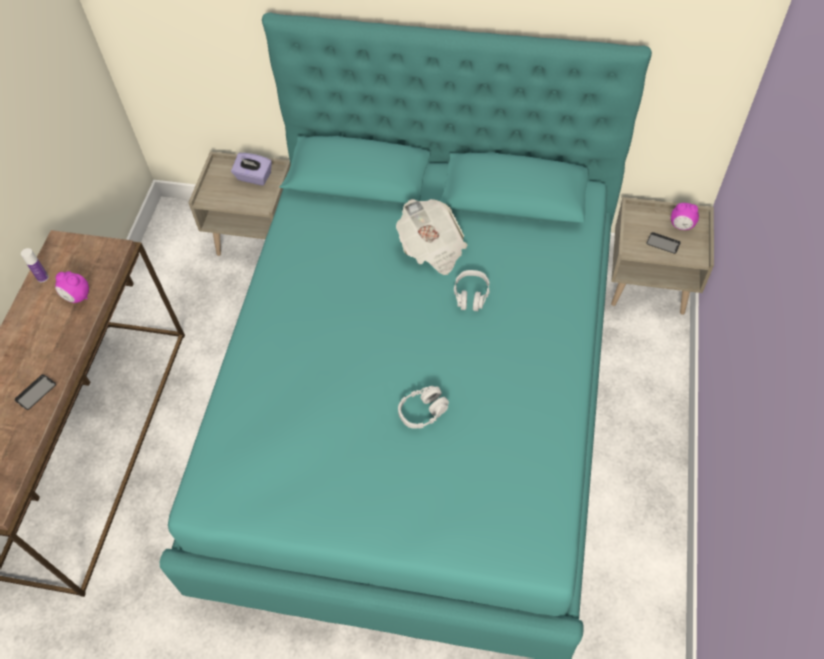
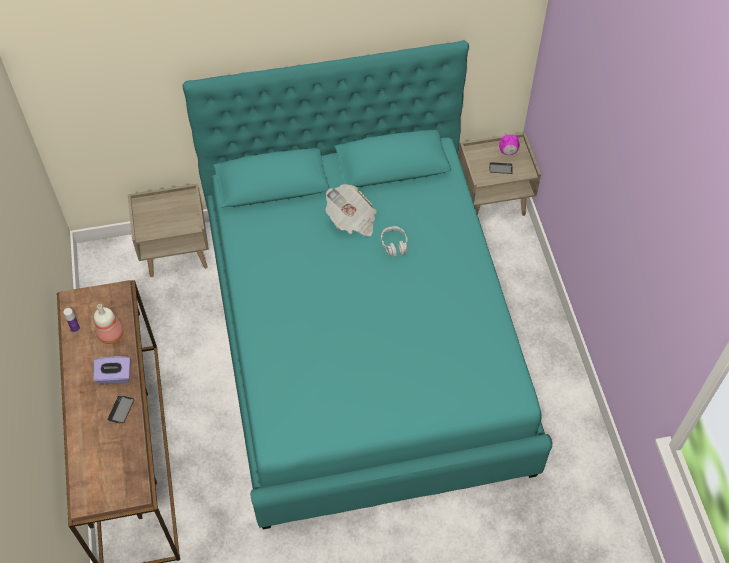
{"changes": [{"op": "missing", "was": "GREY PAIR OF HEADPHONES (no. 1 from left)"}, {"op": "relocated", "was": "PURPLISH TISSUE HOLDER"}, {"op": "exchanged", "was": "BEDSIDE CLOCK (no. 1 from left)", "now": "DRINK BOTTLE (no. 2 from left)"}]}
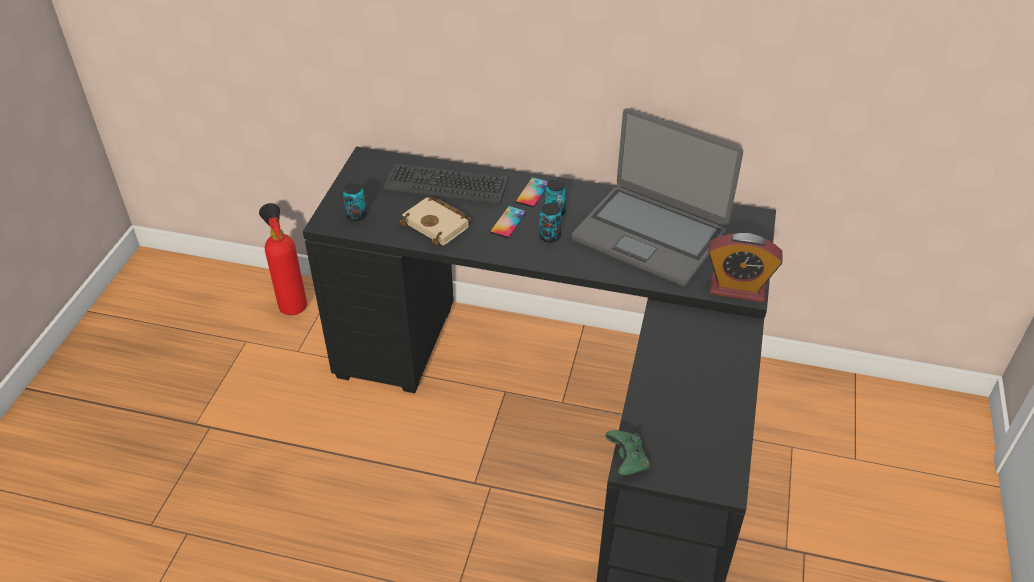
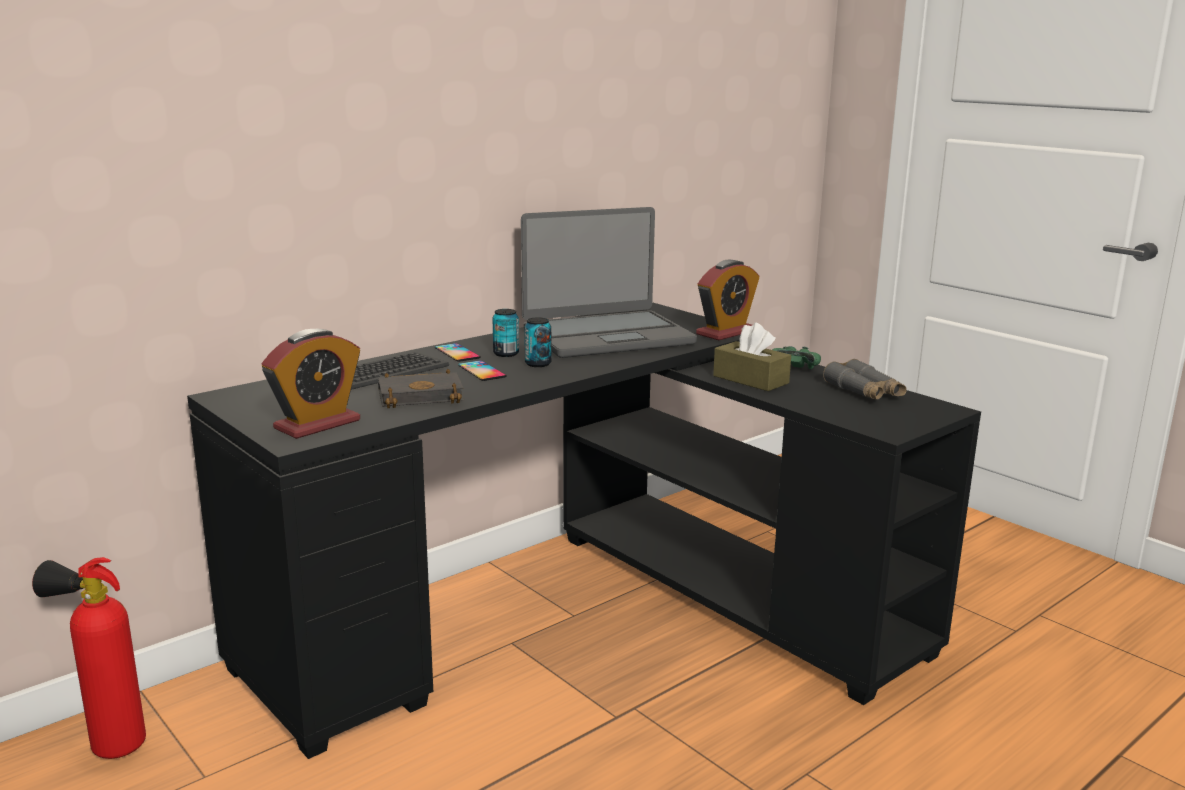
{"changes": [{"op": "appeared", "now": "BROWN-COLOURED TISSUE HOLDER"}, {"op": "appeared", "now": "GREY FIELD GLASSES"}, {"op": "relocated", "was": "GREENISH GAMEPAD"}, {"op": "exchanged", "was": "SEALED CAN (no. 1 from left)", "now": "BEDSIDE CLOCK (no. 1 from left)"}, {"op": "colour", "was": "SAND-COLOURED BOOK", "now": "BLACK-COLOURED BOOK"}]}
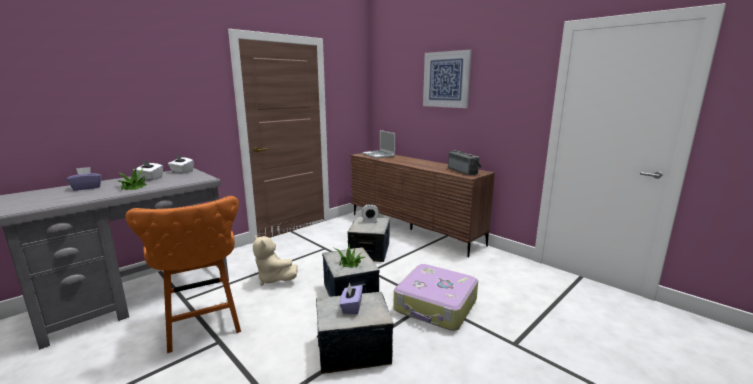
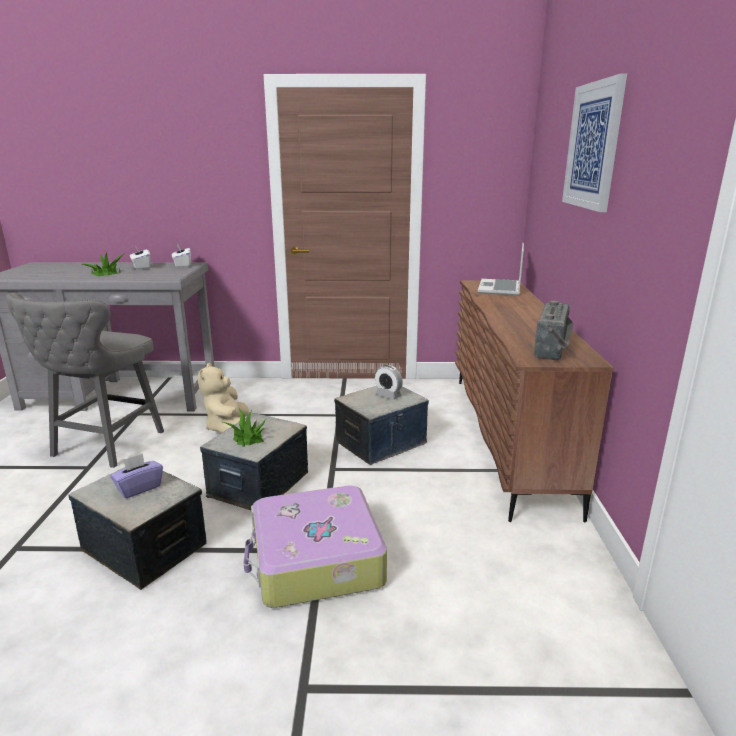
{"changes": [{"op": "missing", "was": "PURPLISH TISSUE HOLDER (no. 1 from left)"}, {"op": "colour", "was": "ORANGE SITTING STOOL", "now": "GREY SITTING STOOL"}]}
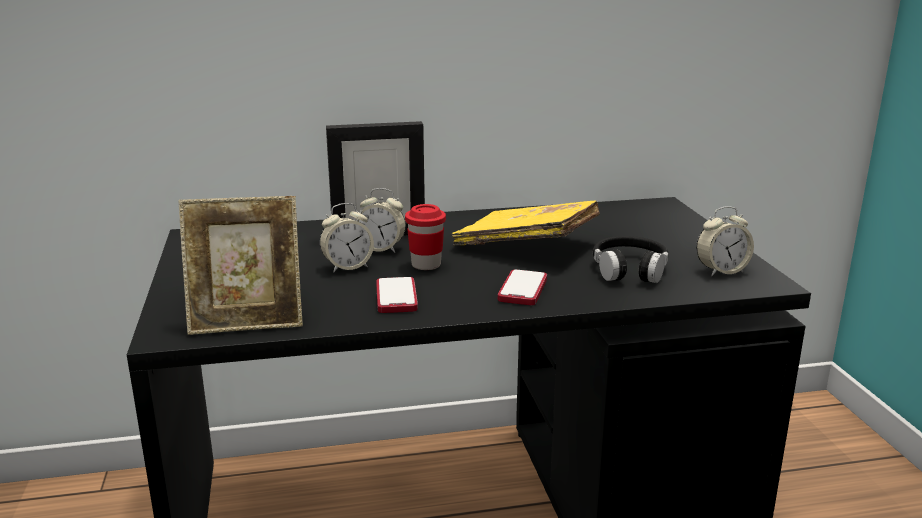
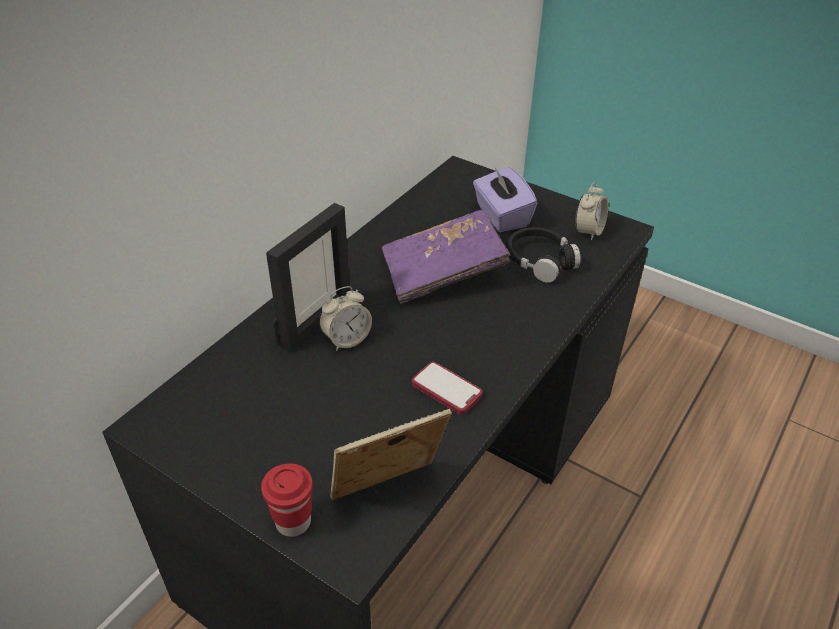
{"changes": [{"op": "missing", "was": "BEDSIDE CLOCK (no. 1 from left)"}, {"op": "missing", "was": "TELEPHONE (no. 2 from left)"}, {"op": "appeared", "now": "PURPLISH TISSUE HOLDER"}, {"op": "relocated", "was": "RED SMALL CUP"}, {"op": "colour", "was": "YELLOW BOOK", "now": "PURPLISH BOOK"}, {"op": "spun", "was": "PHOTO FRAME (no. 1 from left in the first image)", "clockwise": -150}]}
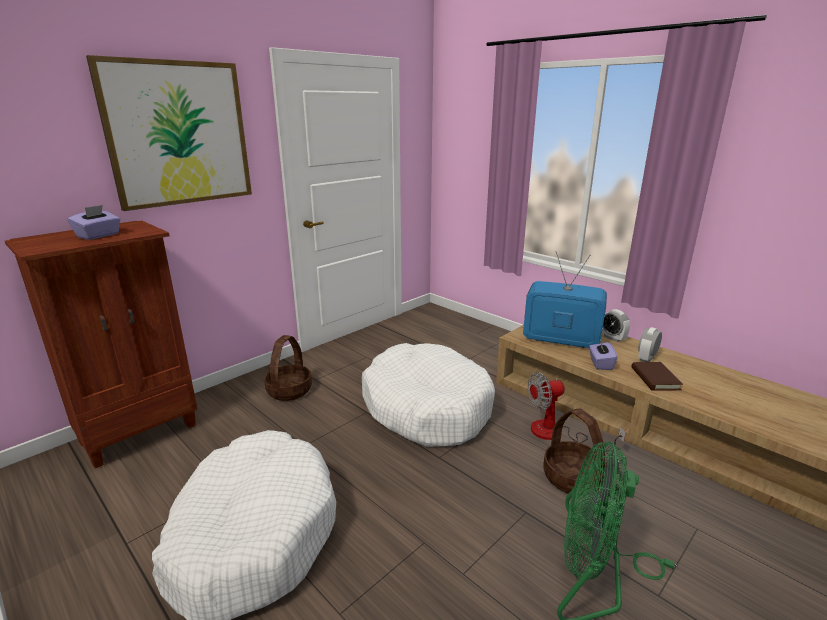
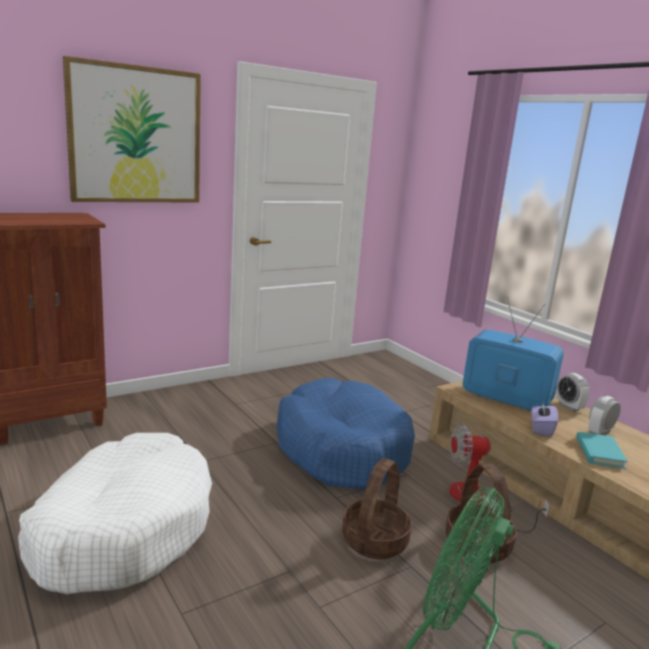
{"changes": [{"op": "missing", "was": "PURPLISH TISSUE HOLDER (no. 1 from left)"}, {"op": "relocated", "was": "HOUSEHOLD BASKET (no. 1 from left)"}, {"op": "colour", "was": "WHITISH DOG CUSHION (no. 2 from left)", "now": "BLUE-COLOURED DOG CUSHION"}, {"op": "colour", "was": "BROWN-COLOURED BOOK", "now": "TURQUOISE BOOK"}]}
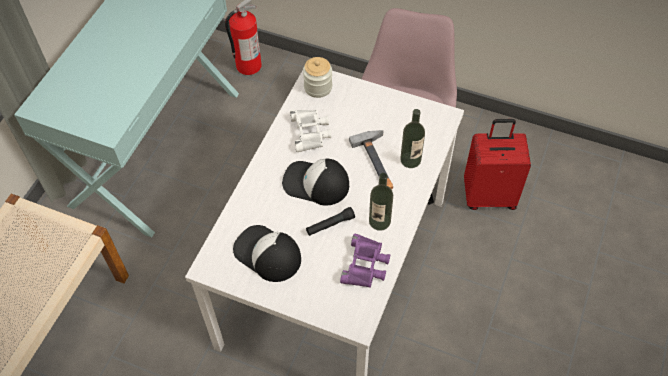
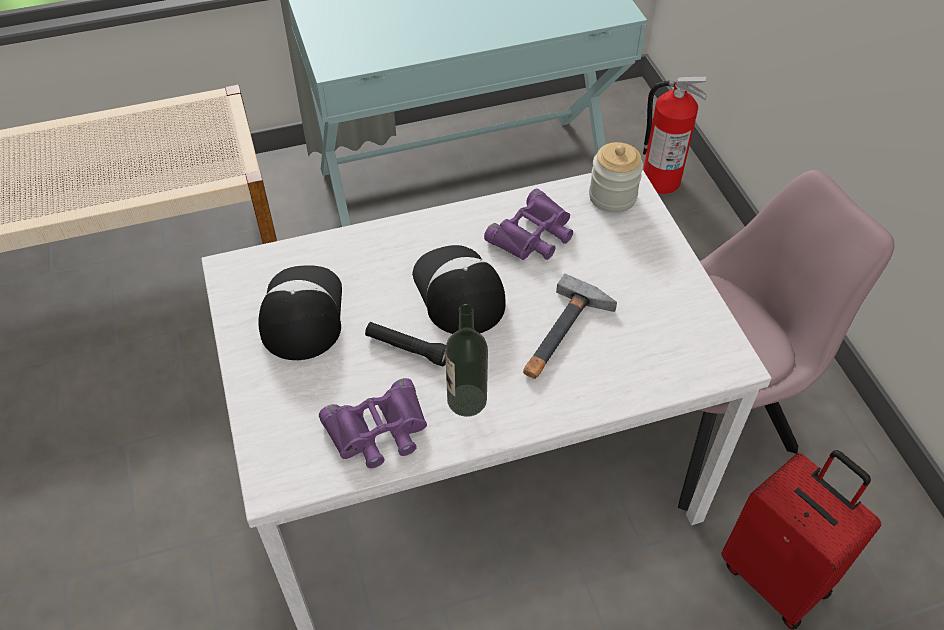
{"changes": [{"op": "missing", "was": "DRINK BOTTLE (no. 2 from left)"}, {"op": "colour", "was": "WHITISH FIELD GLASSES", "now": "PURPLISH FIELD GLASSES (no. 2 from left)"}]}
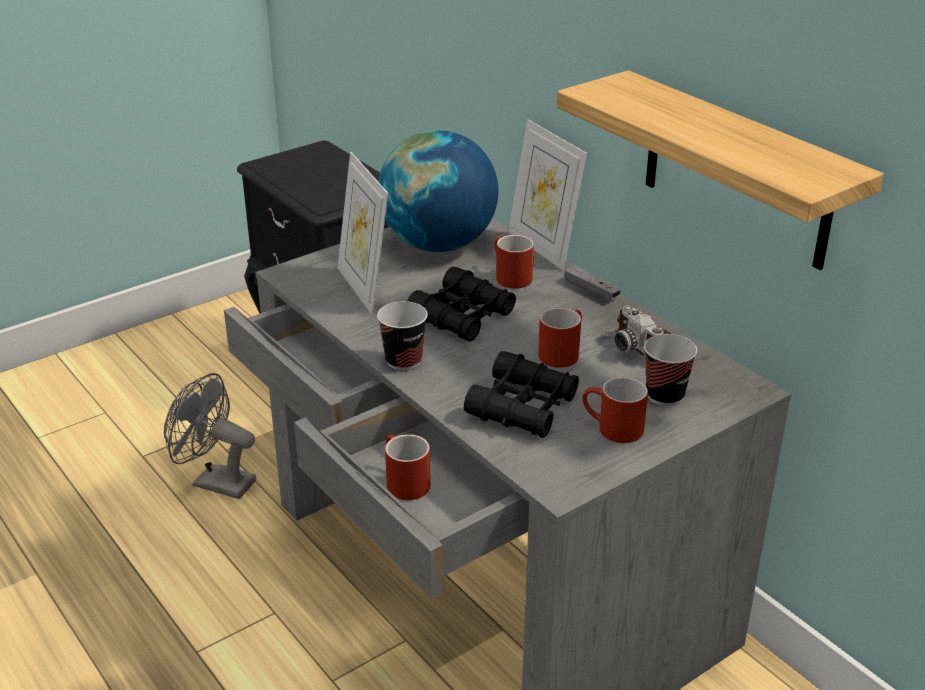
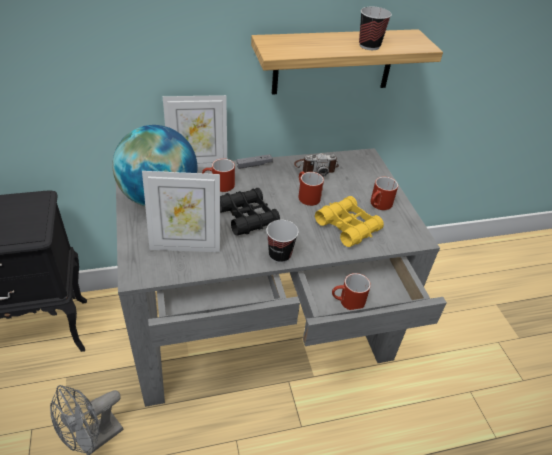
{"changes": [{"op": "relocated", "was": "SMALL CUP (no. 2 from left)"}, {"op": "colour", "was": "BLACK-COLOURED FIELD GLASSES (no. 2 from left)", "now": "YELLOW FIELD GLASSES"}]}
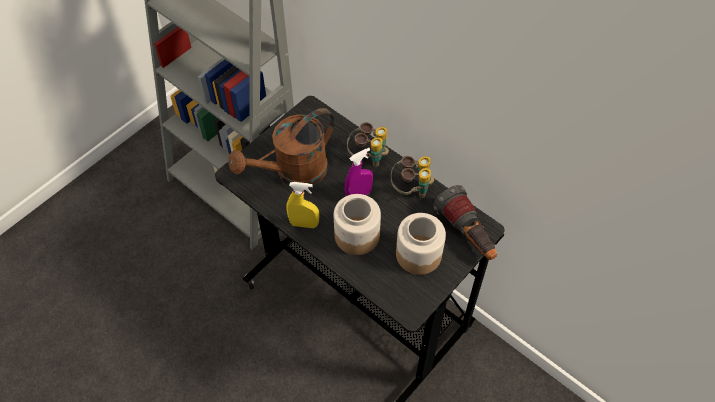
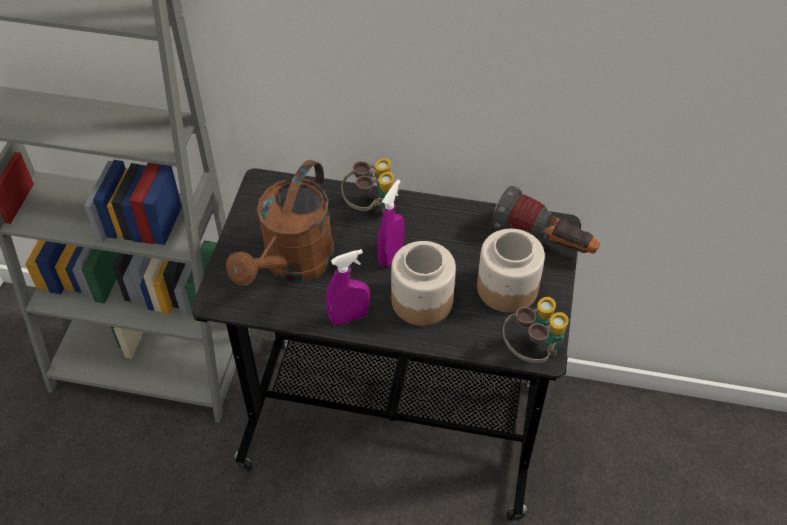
{"changes": [{"op": "relocated", "was": "FIELD GLASSES (no. 2 from left)"}, {"op": "colour", "was": "YELLOW SPRAY BOTTLE", "now": "PURPLISH SPRAY BOTTLE (no. 1 from left)"}]}
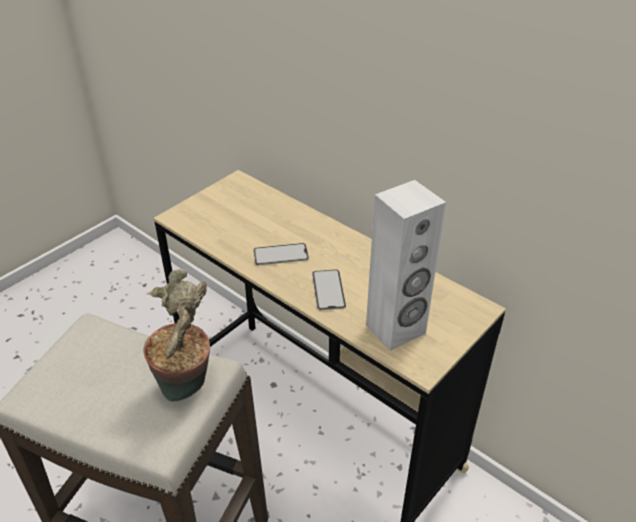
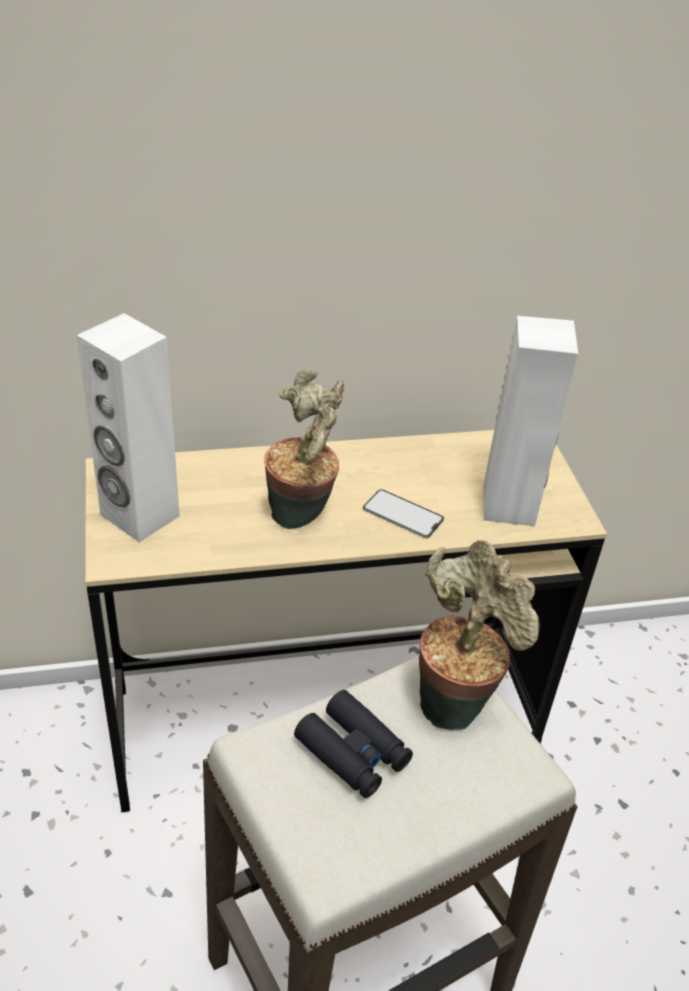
{"changes": [{"op": "appeared", "now": "WHITISH LOUDSPEAKER (no. 1 from left)"}, {"op": "appeared", "now": "BLACK-COLOURED FIELD GLASSES"}, {"op": "exchanged", "was": "TELEPHONE (no. 1 from left)", "now": "HOUSEPLANT (no. 1 from left)"}]}
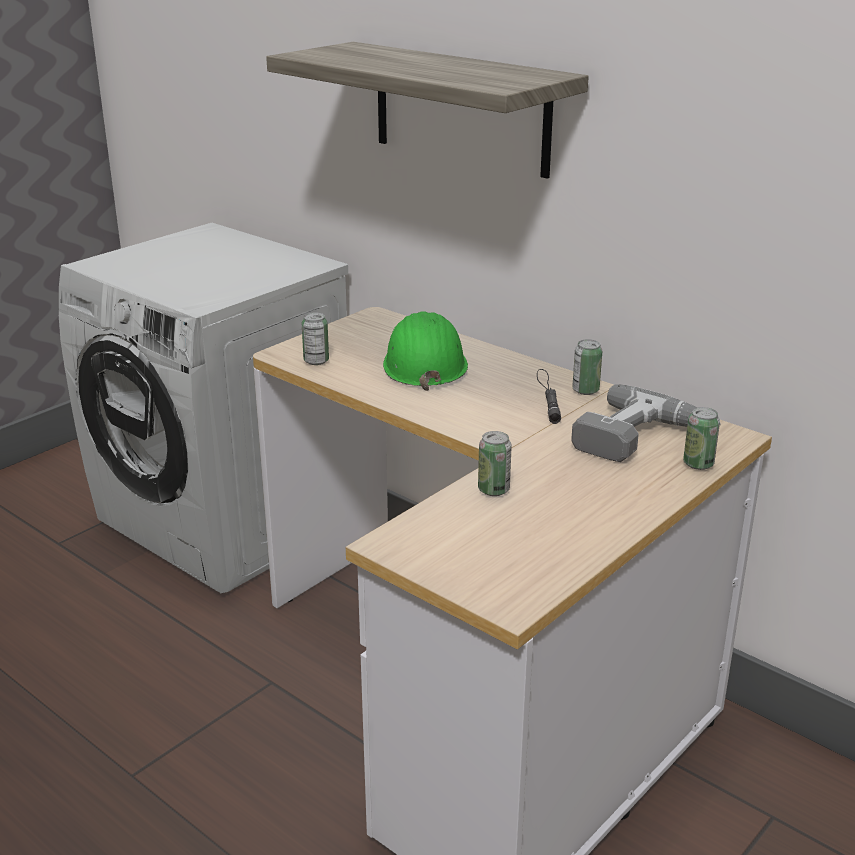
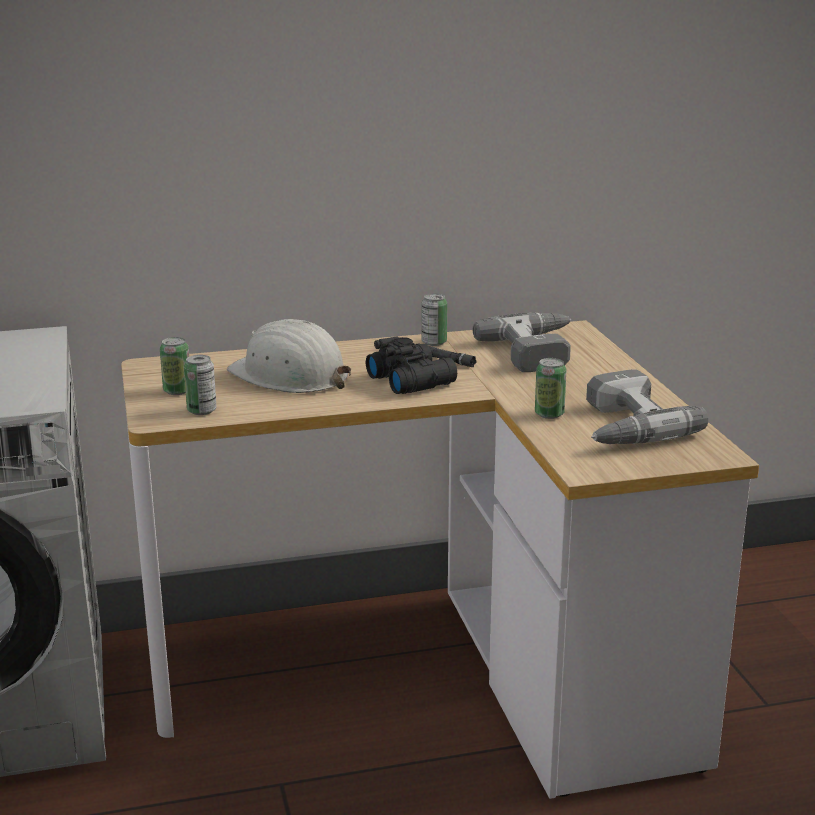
{"changes": [{"op": "missing", "was": "SHELF"}, {"op": "appeared", "now": "BLACK-COLOURED FIELD GLASSES"}, {"op": "appeared", "now": "ELECTRIC DRILL (no. 2 from left)"}, {"op": "relocated", "was": "SEALED CAN (no. 4 from left in the first image)", "now": "SEALED CAN (no. 1 from left)"}, {"op": "colour", "was": "GREENISH SAFETY HELMET", "now": "WHITISH SAFETY HELMET"}]}
